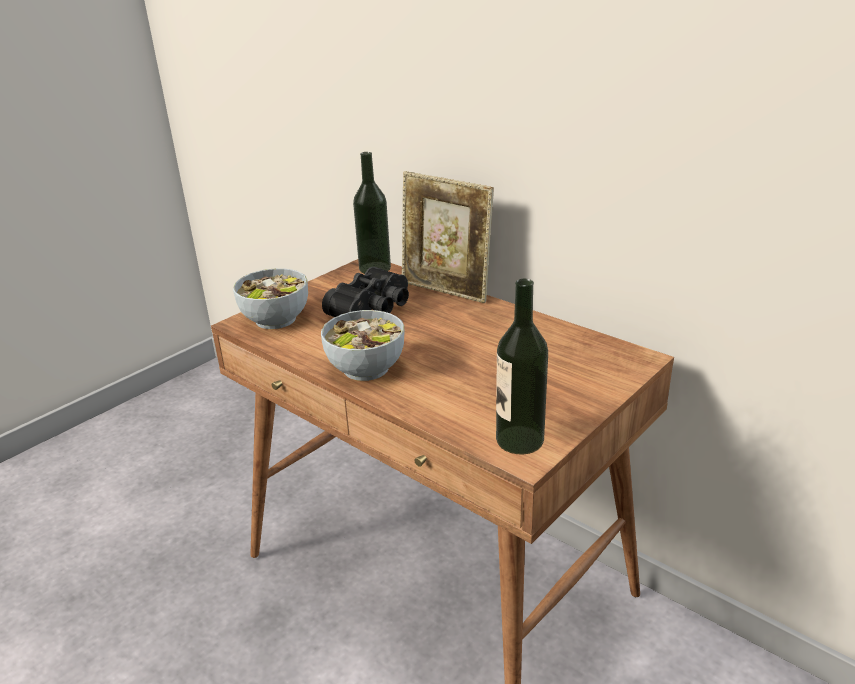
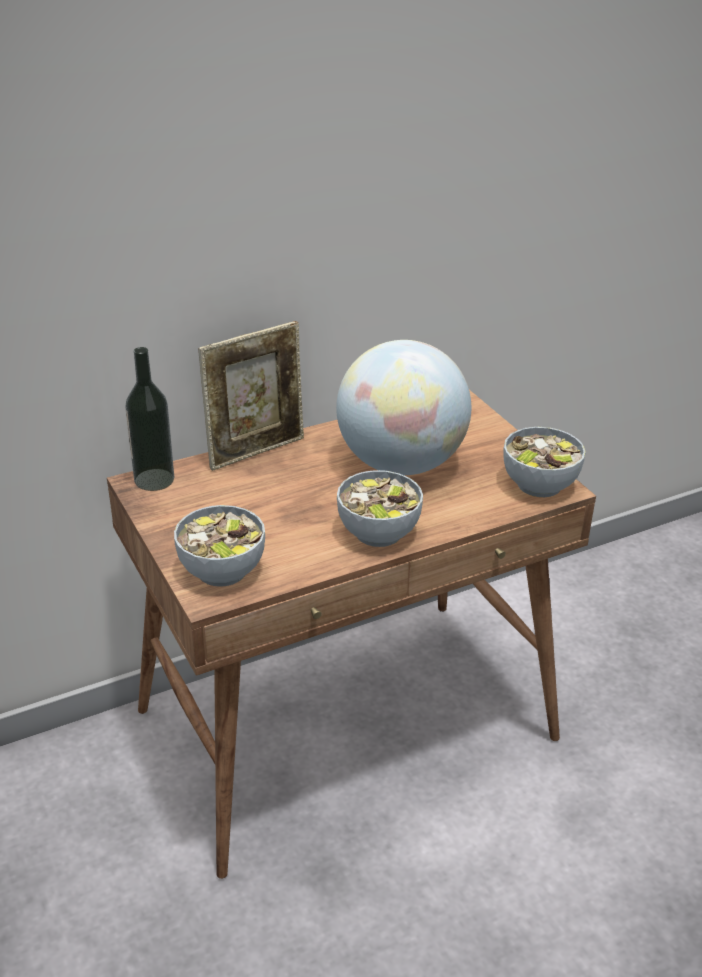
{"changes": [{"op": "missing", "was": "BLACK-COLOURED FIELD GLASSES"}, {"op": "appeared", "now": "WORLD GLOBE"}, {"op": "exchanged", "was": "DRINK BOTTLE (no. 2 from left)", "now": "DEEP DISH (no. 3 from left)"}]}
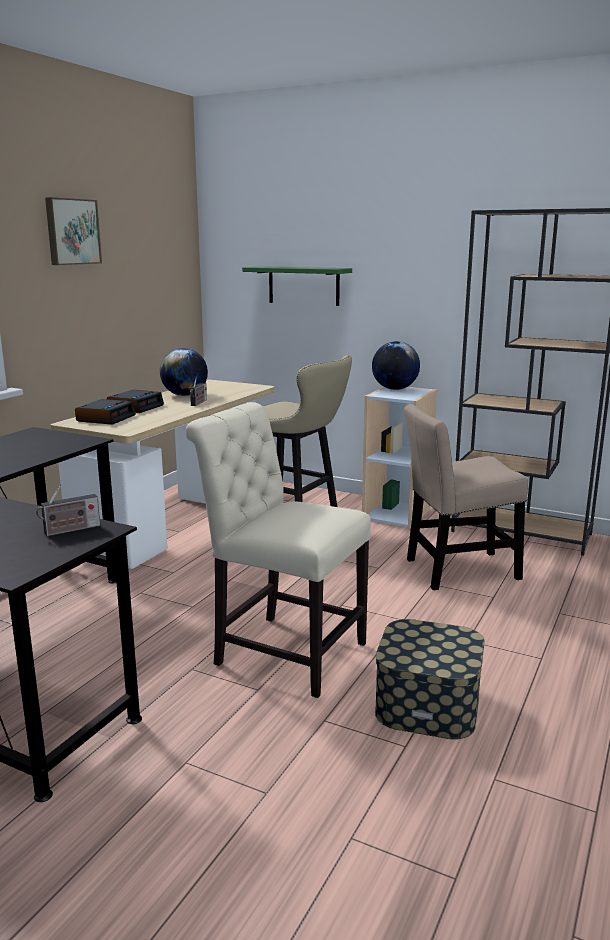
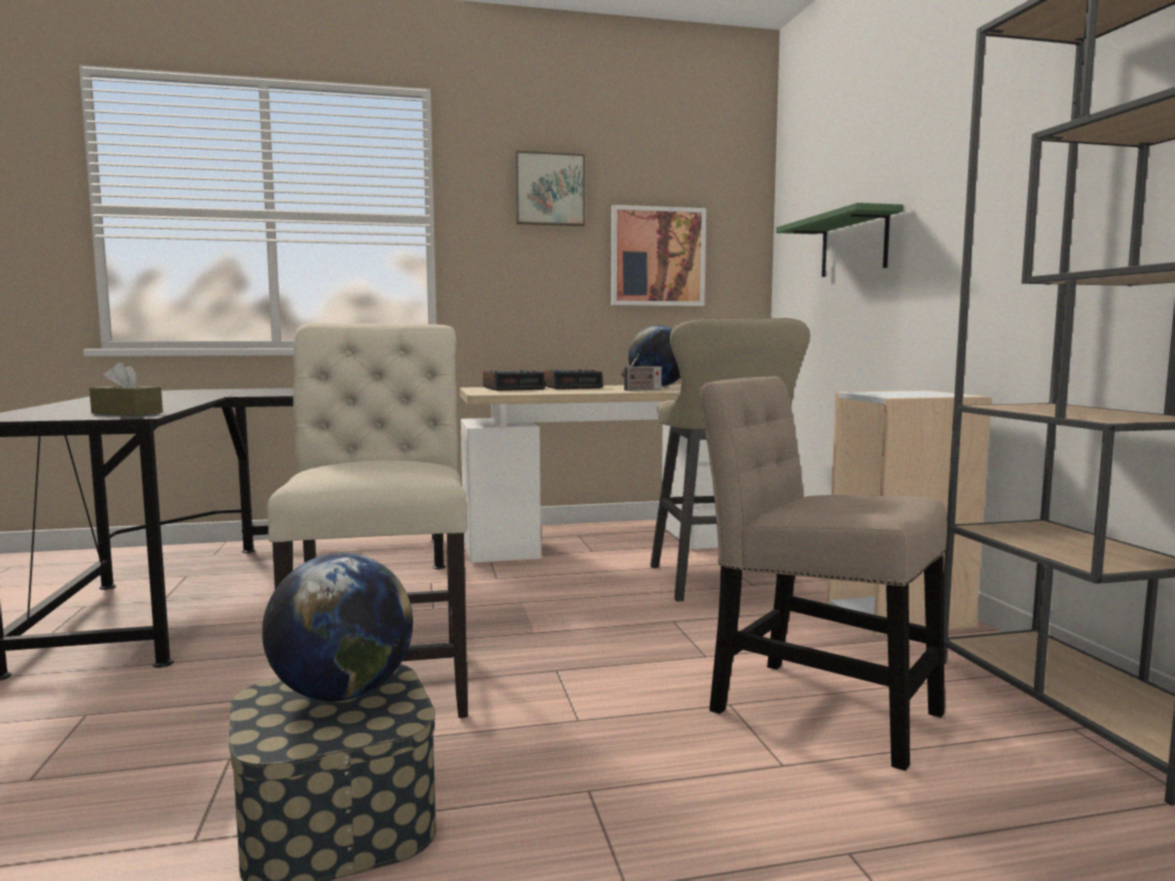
{"changes": [{"op": "appeared", "now": "PICTURE (no. 2 from left)"}, {"op": "relocated", "was": "WORLD GLOBE (no. 2 from left in the first image)", "now": "WORLD GLOBE (no. 1 from left)"}, {"op": "exchanged", "was": "RADIO RECEIVER (no. 1 from left)", "now": "BROWN-COLOURED TISSUE HOLDER"}]}
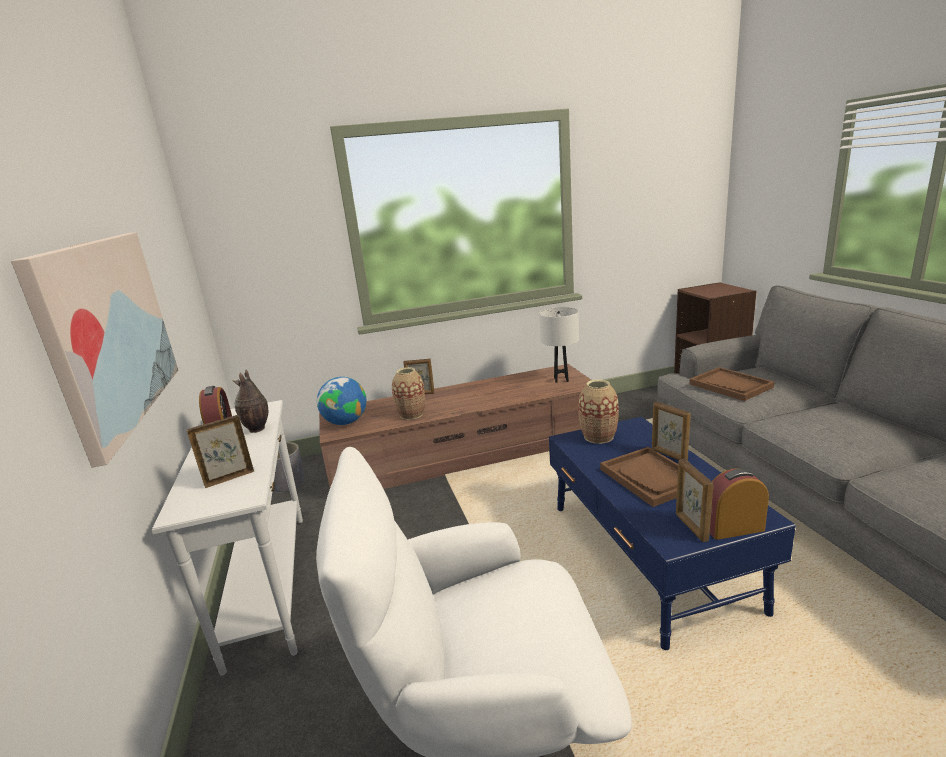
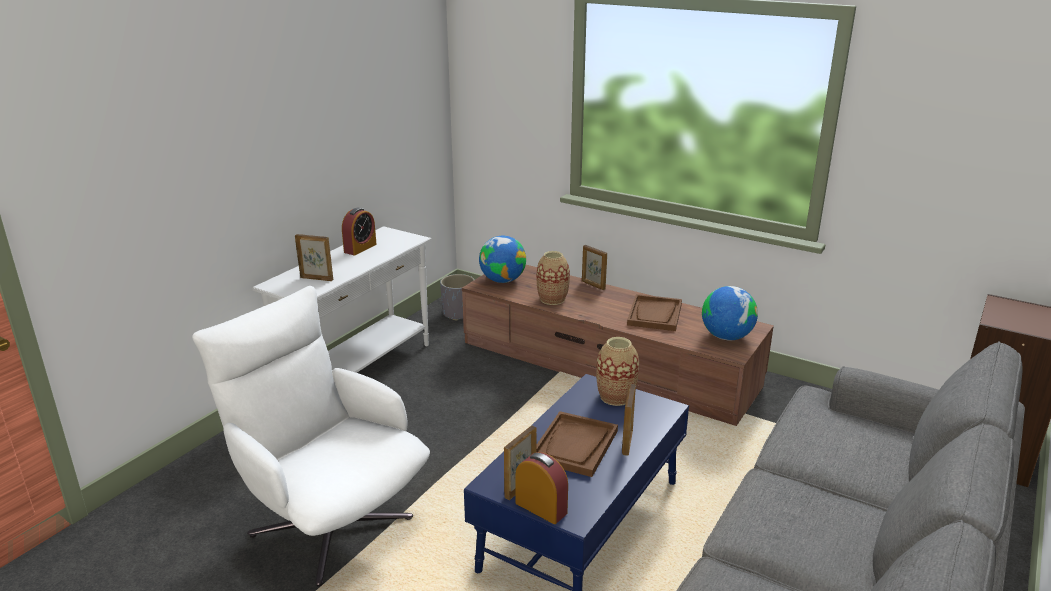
{"changes": [{"op": "missing", "was": "PICTURE"}, {"op": "missing", "was": "DECORATIVE VASE (no. 1 from left)"}, {"op": "relocated", "was": "BROWN-COLOURED TRAY (no. 2 from left)"}, {"op": "exchanged", "was": "WHITISH LAMP FOR A TABLE", "now": "WORLD GLOBE (no. 2 from left)"}]}
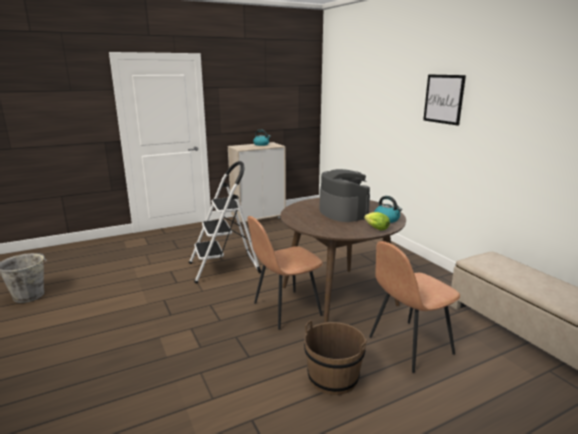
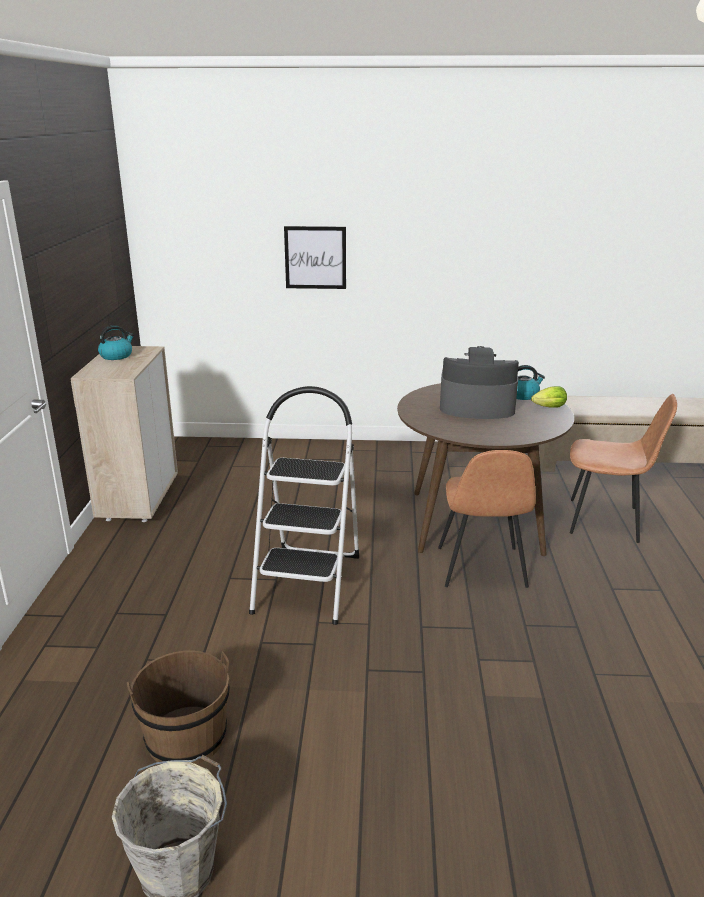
{"changes": [{"op": "relocated", "was": "BROWN-COLOURED BUCKET"}, {"op": "relocated", "was": "PICTURE"}, {"op": "spun", "was": "BROWN-COLOURED CHAIR (no. 2 from left)", "clockwise": -75}]}
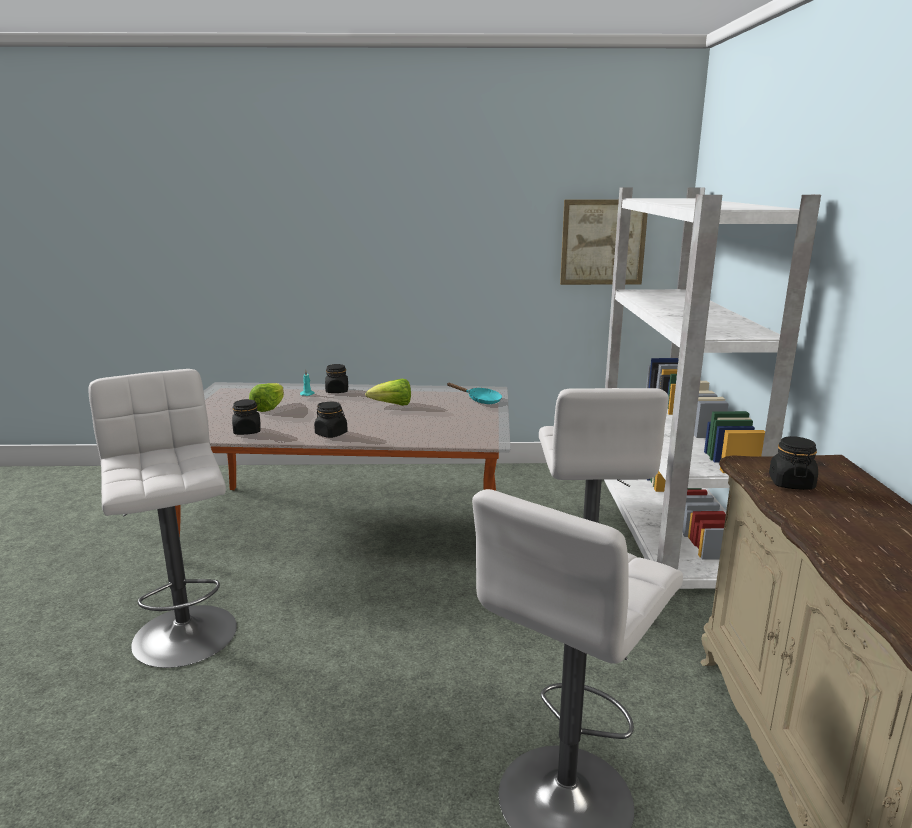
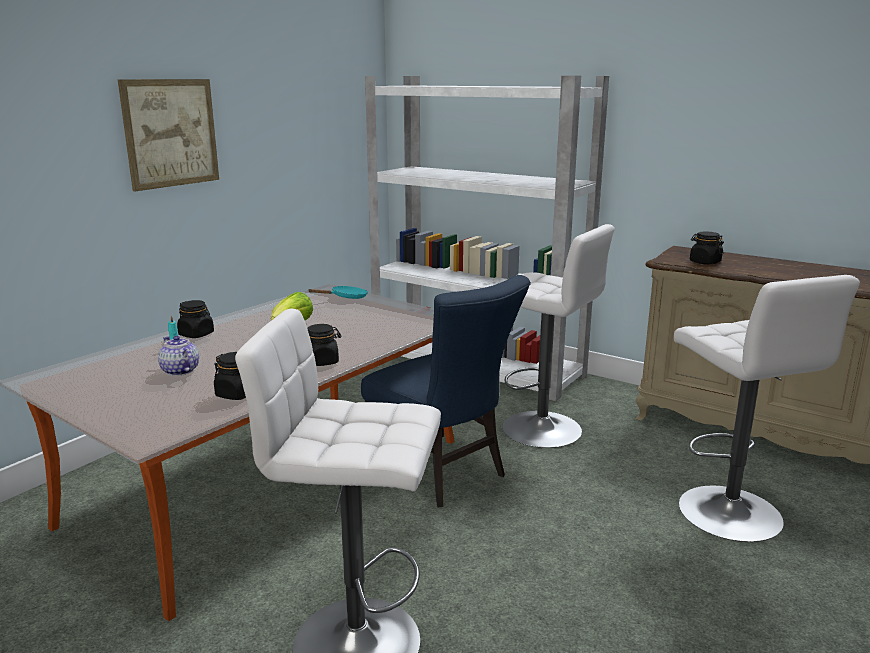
{"changes": [{"op": "appeared", "now": "BLUE-COLOURED CHAIR"}, {"op": "relocated", "was": "PICTURE"}, {"op": "exchanged", "was": "HEAD OF LETTUCE (no. 1 from left)", "now": "TEAPOT"}]}
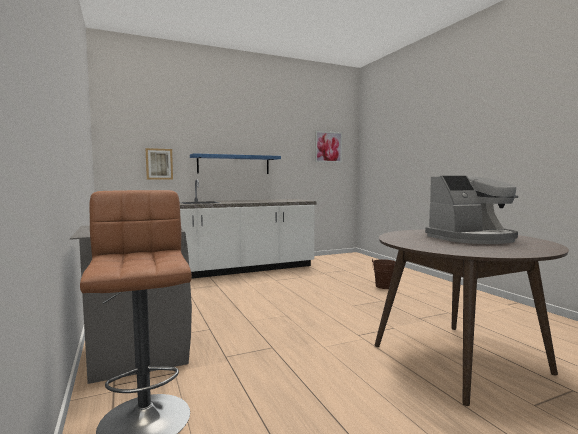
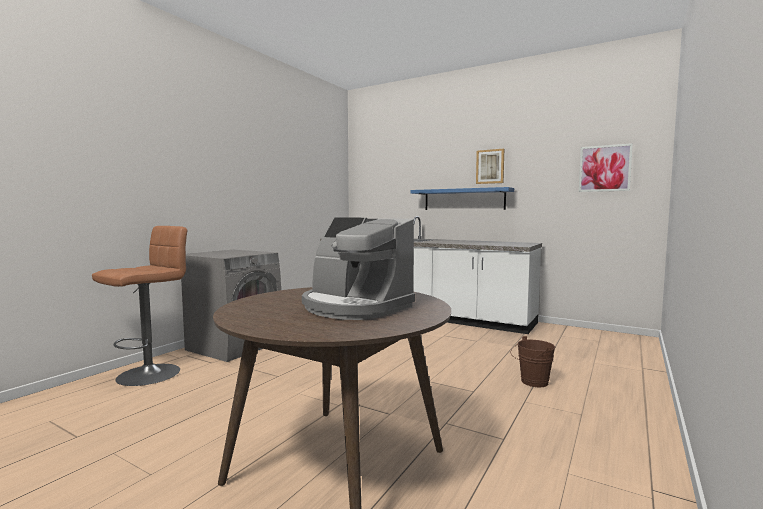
{"changes": [{"op": "relocated", "was": "PICTURE (no. 1 from left)"}]}
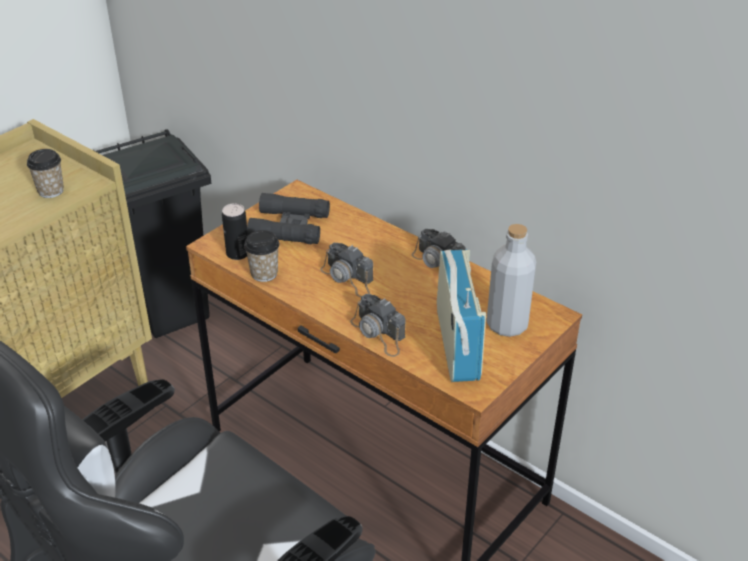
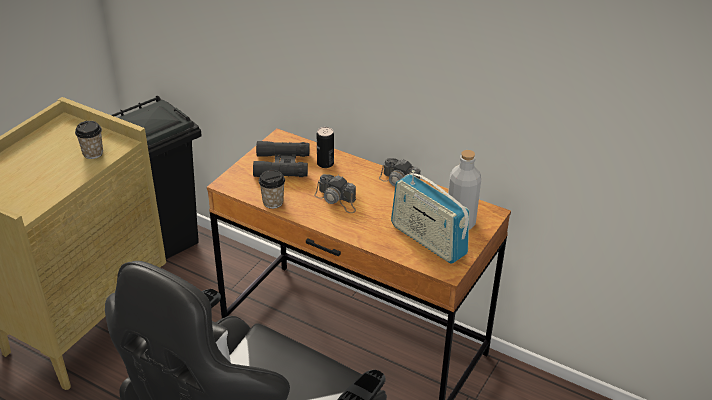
{"changes": [{"op": "missing", "was": "PHOTO CAMERA (no. 2 from left)"}, {"op": "relocated", "was": "SEALED CAN"}, {"op": "spun", "was": "RADIO RECEIVER", "clockwise": 150}]}
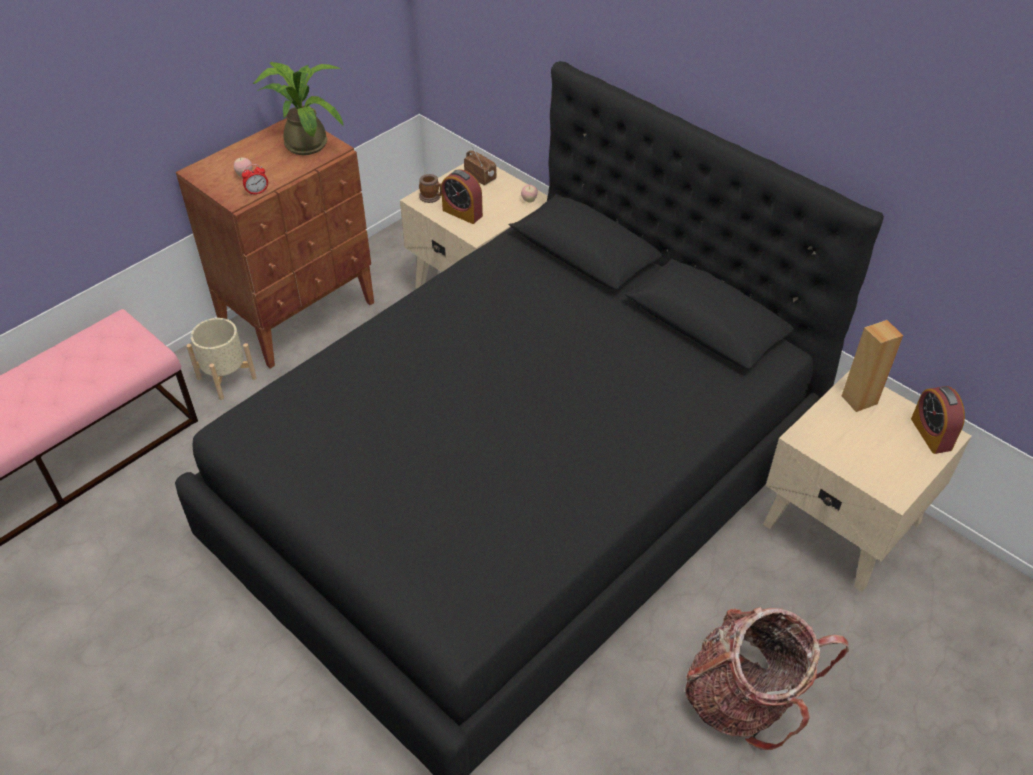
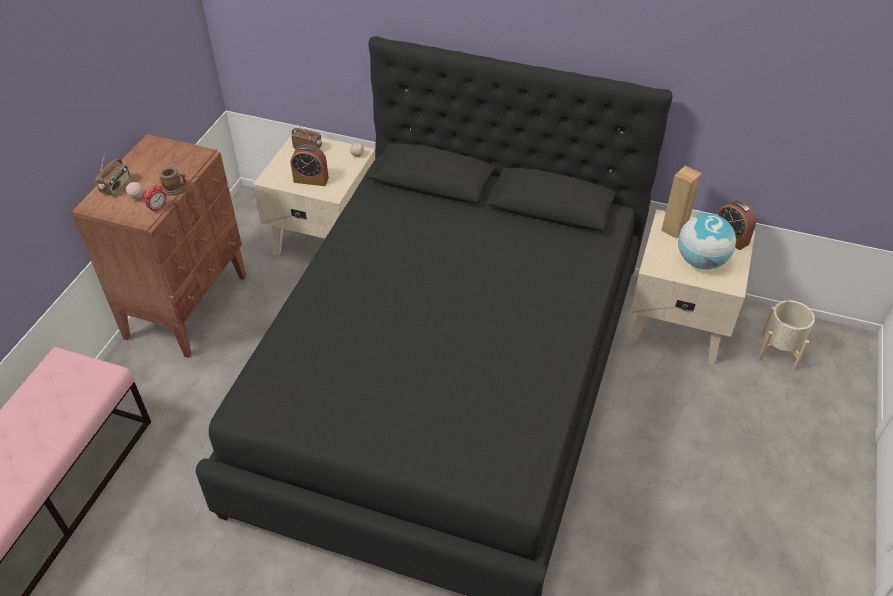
{"changes": [{"op": "missing", "was": "HOUSEPLANT"}, {"op": "missing", "was": "BACKPACK"}, {"op": "appeared", "now": "RADIO RECEIVER (no. 1 from left)"}, {"op": "appeared", "now": "WORLD GLOBE"}, {"op": "relocated", "was": "SAND-COLOURED PLANT POT"}, {"op": "relocated", "was": "TEA MUG"}]}
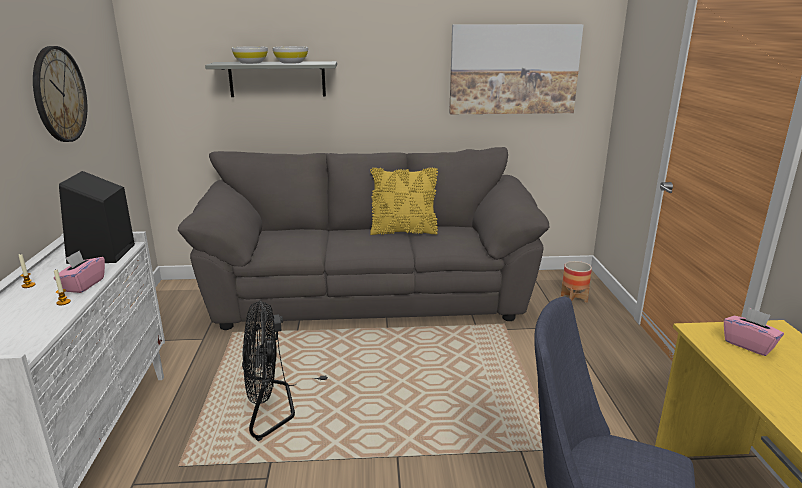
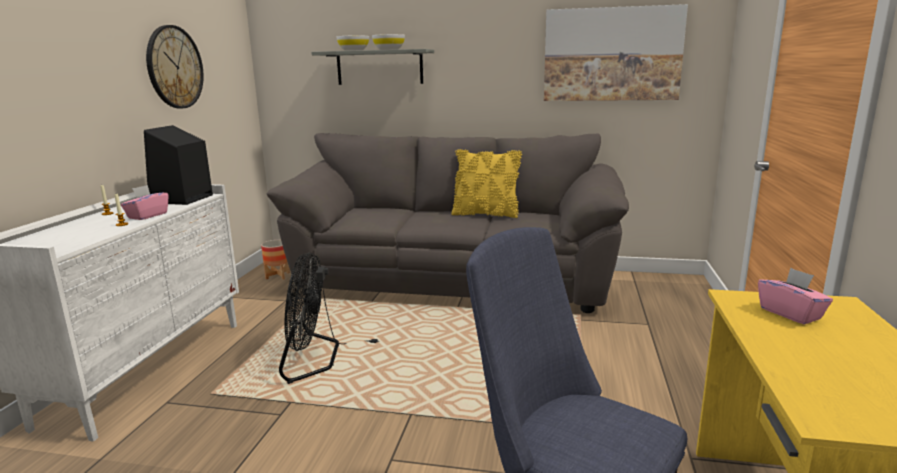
{"changes": [{"op": "relocated", "was": "PLANT POT"}]}
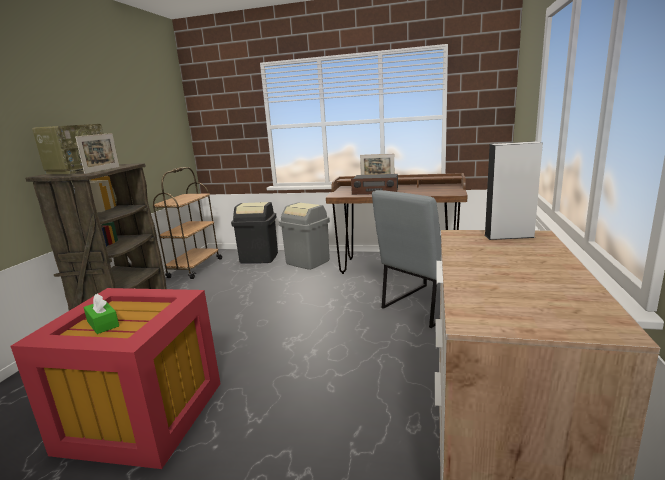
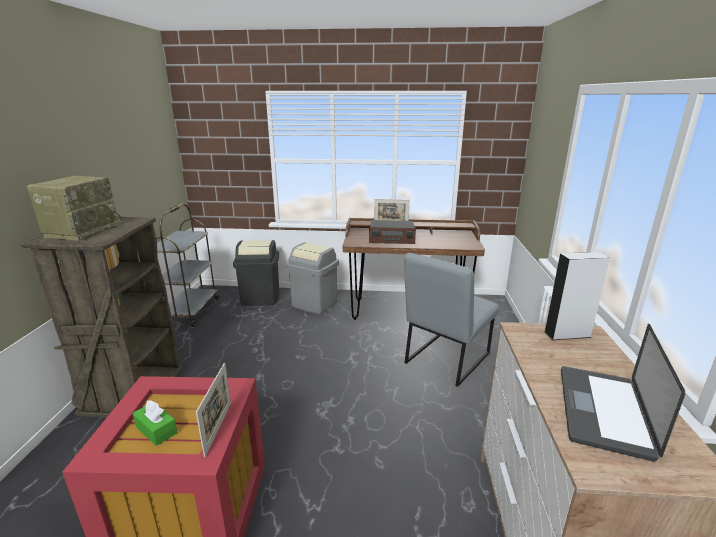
{"changes": [{"op": "appeared", "now": "PORTABLE COMPUTER"}, {"op": "relocated", "was": "PHOTO FRAME (no. 1 from left)"}, {"op": "colour", "was": "BROWN-COLOURED WHEELED CART", "now": "GREY WHEELED CART"}]}
